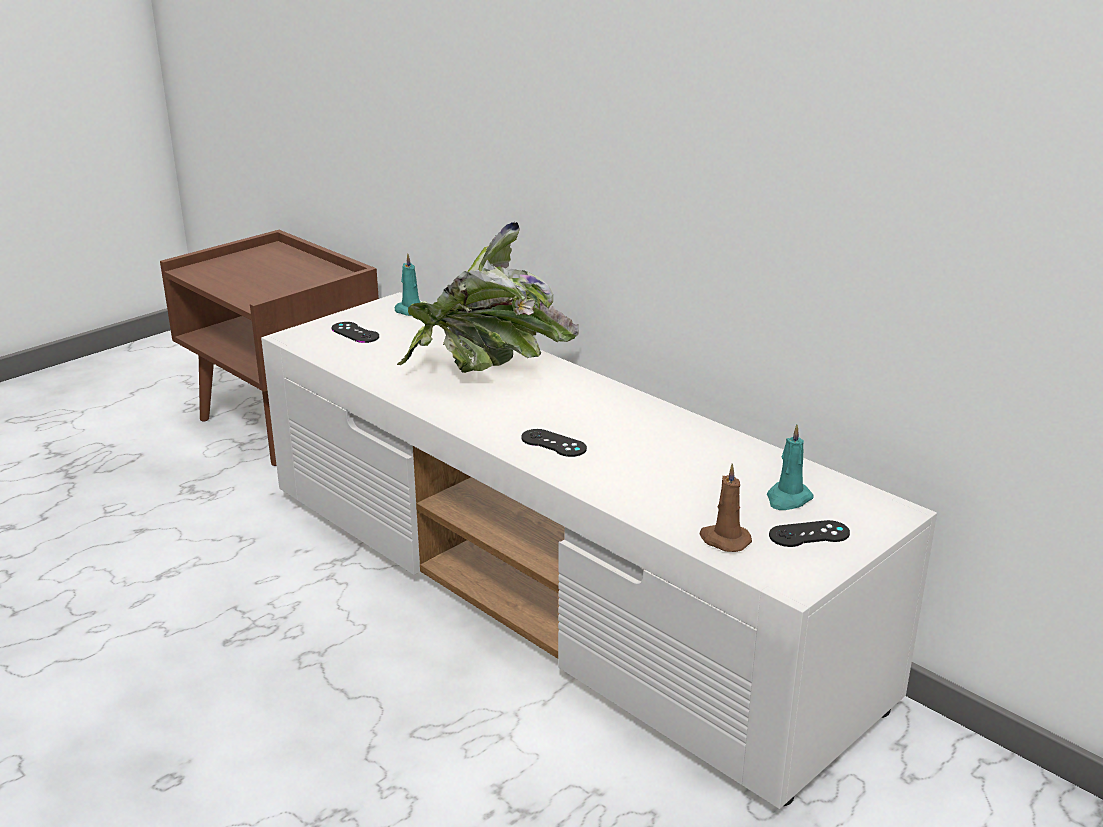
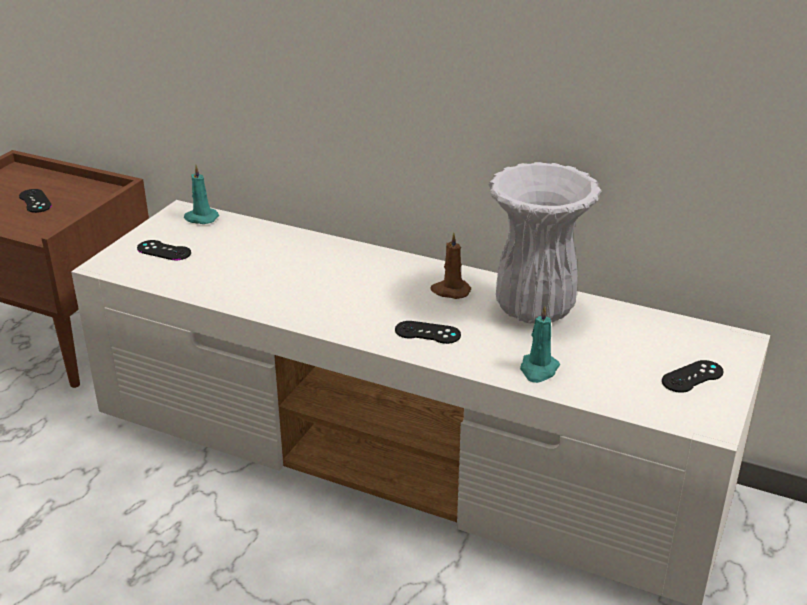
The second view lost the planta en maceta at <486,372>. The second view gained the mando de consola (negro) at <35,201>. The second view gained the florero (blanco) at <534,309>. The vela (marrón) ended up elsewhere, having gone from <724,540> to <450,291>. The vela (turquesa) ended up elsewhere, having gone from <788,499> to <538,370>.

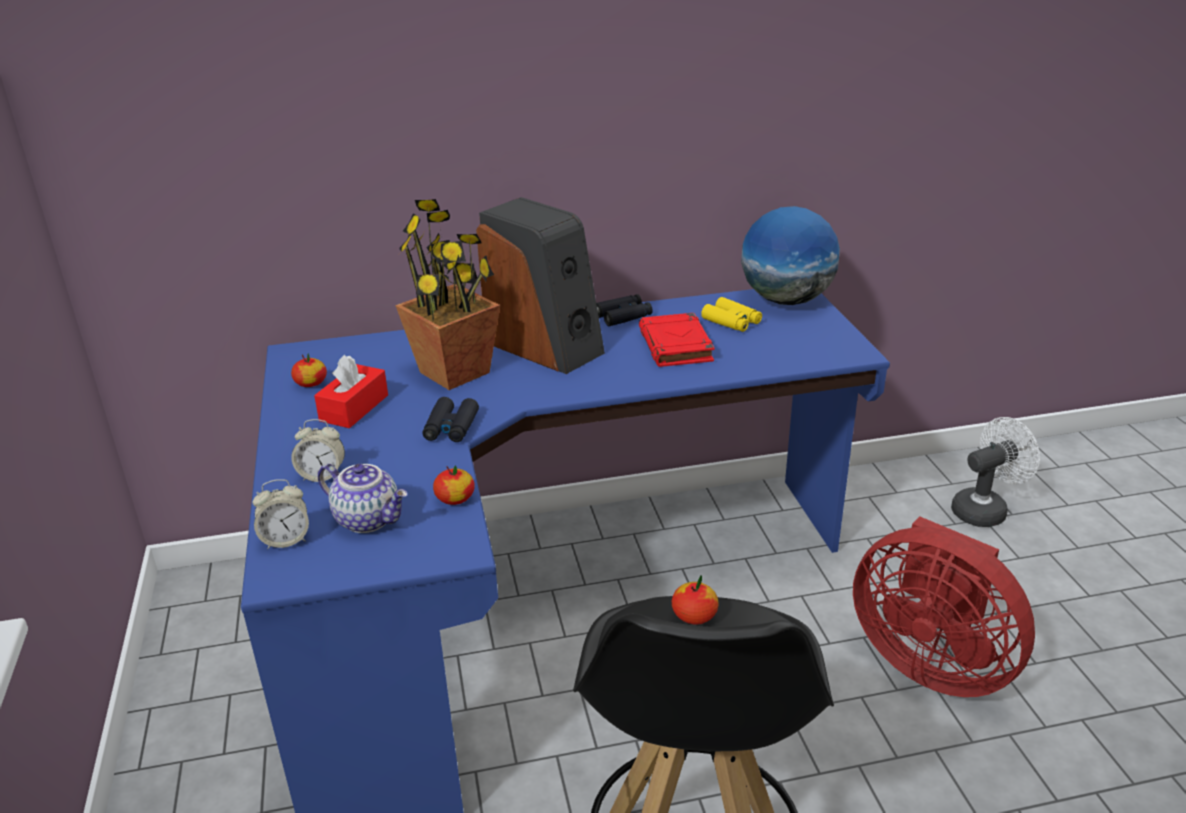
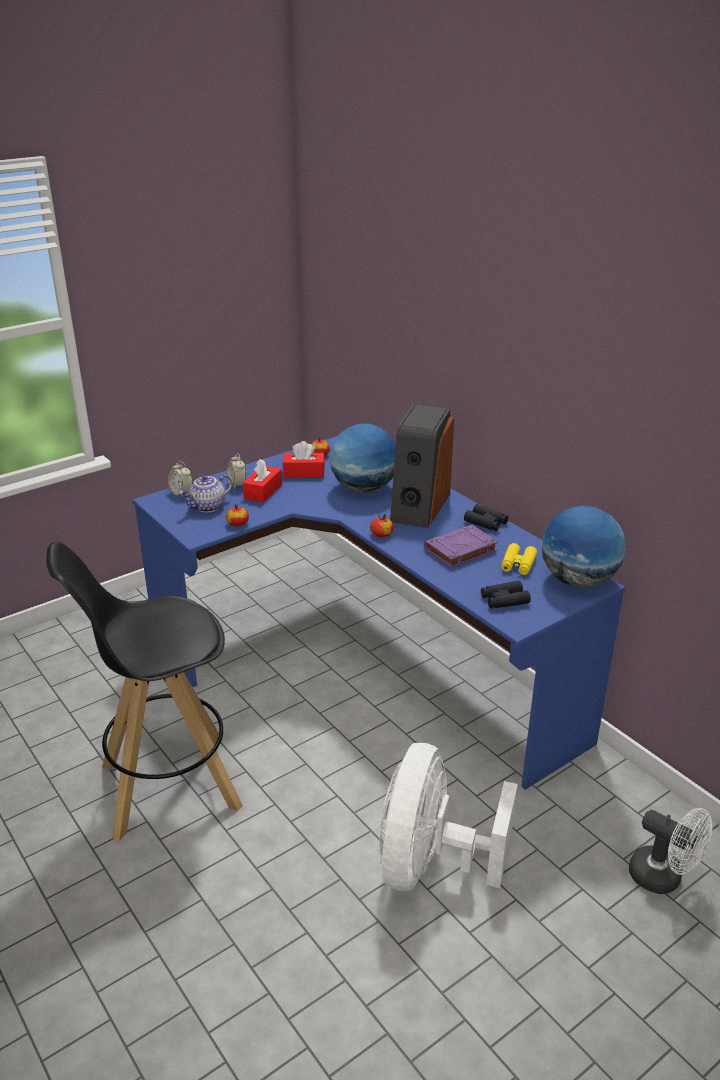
The second view gained the caja de pañuelos (rojo) at <263,491>. The prismáticos (negro) ended up elsewhere, having gone from <451,427> to <504,600>. The manzana ended up elsewhere, having gone from <694,616> to <381,534>. Where the planta en maceta stood at <455,372>, the globo terráqueo came to stand at <363,488>. What was the libro (rojo) at <676,346> turned into the libro (morado) at <460,550>. What was the ventilador (rojo) at <931,662> turned into the ventilador (blanco) at <430,864>. The tetera at <369,519> ended up facing another way, 45 degrees clockwise from before.

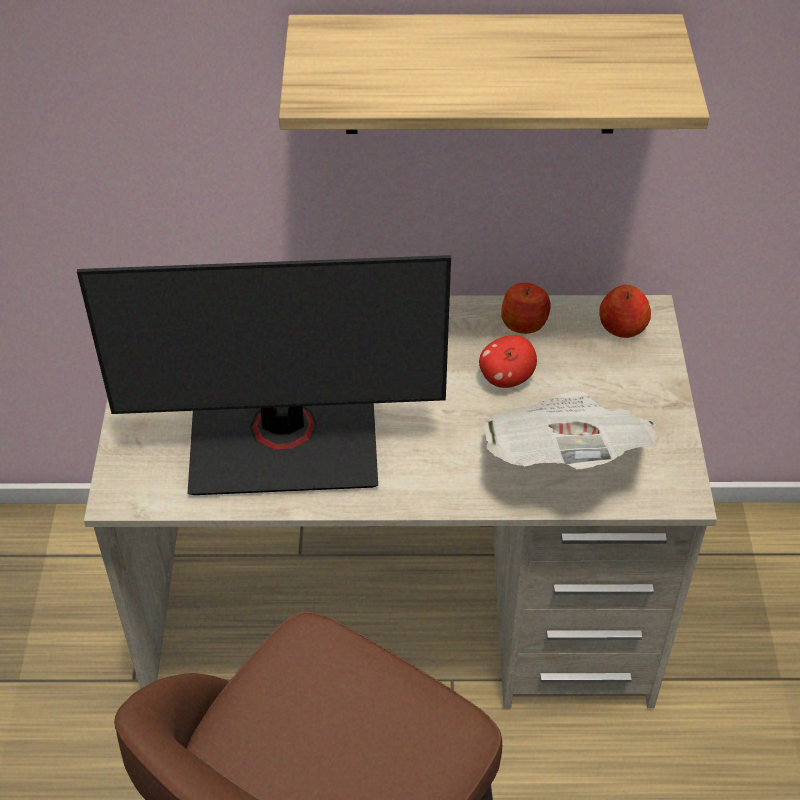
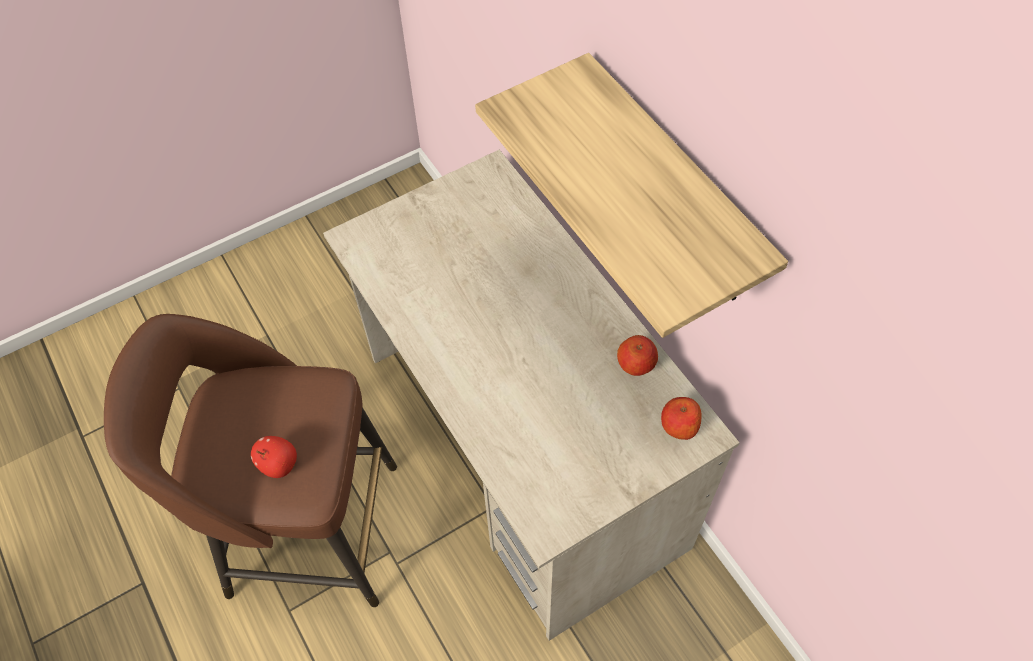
The second view lost the monitor at <284,442>. The second view lost the periódico at <563,458>. The manzana ended up elsewhere, having gone from <506,378> to <279,464>.

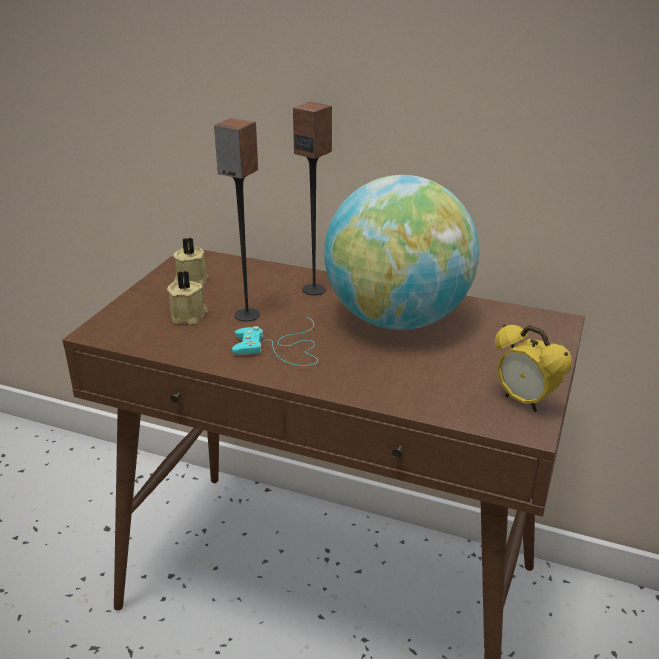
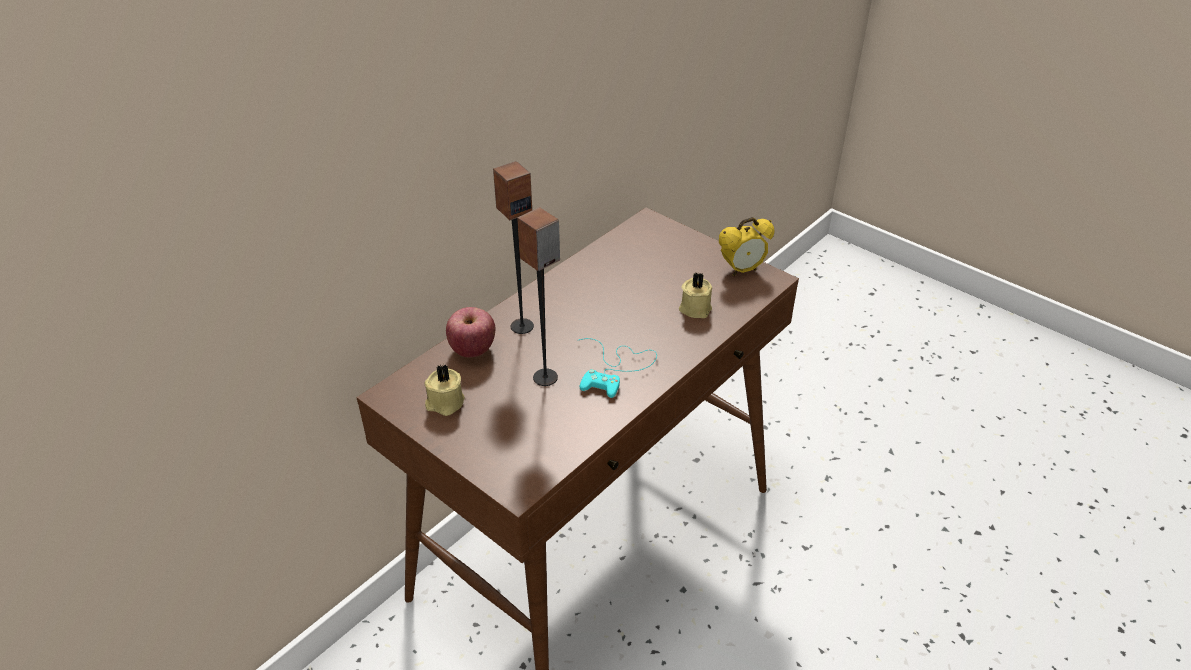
The second view lost the globo terráqueo at <397,319>. The second view gained the manzana at <473,350>. The vela (beis) ended up elsewhere, having gone from <189,315> to <695,308>.

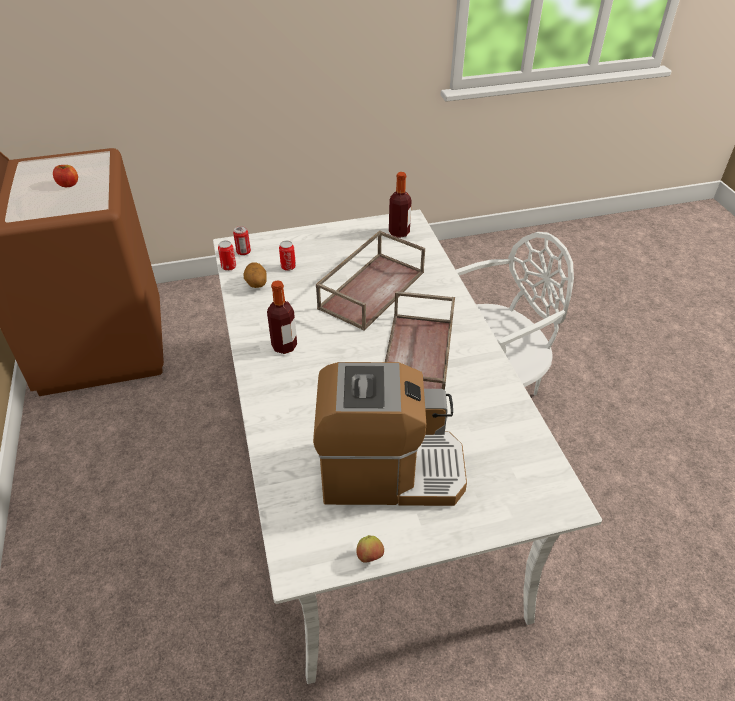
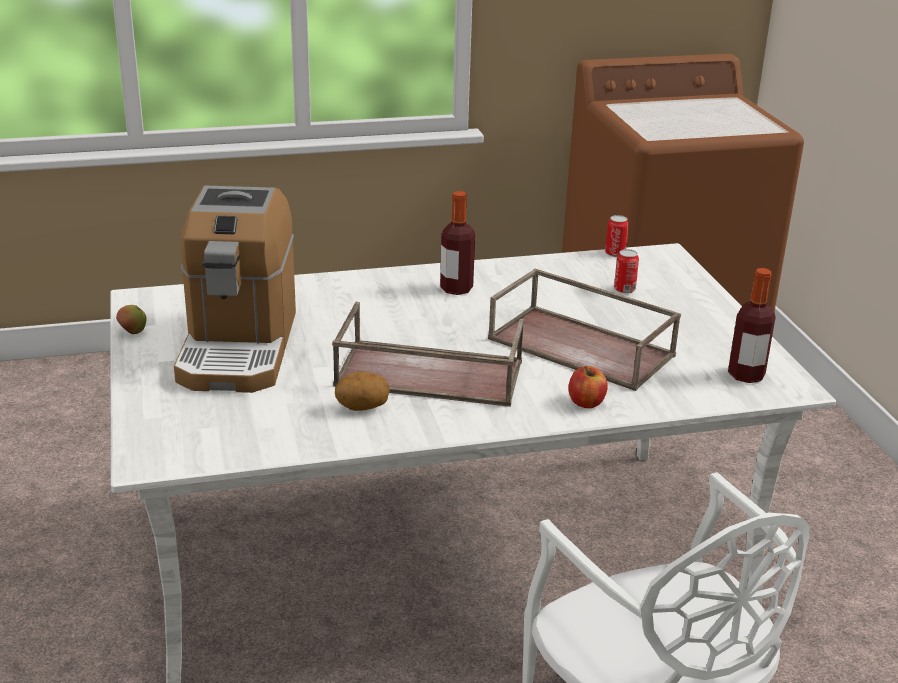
The second view lost the lata at <243,252>. The manzana ended up elsewhere, having gone from <68,184> to <586,402>. The patata ended up elsewhere, having gone from <256,284> to <362,407>.

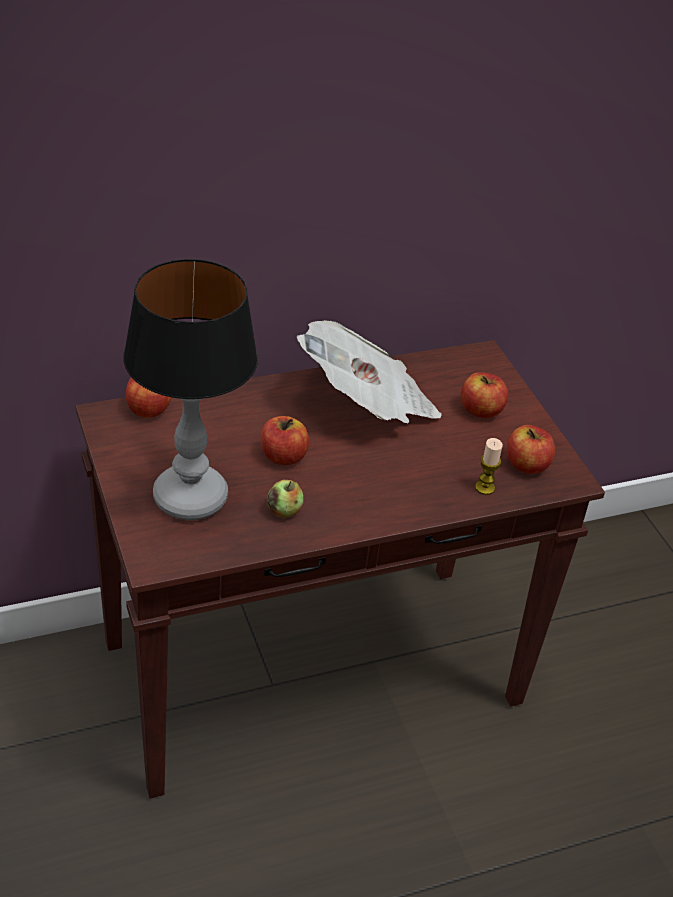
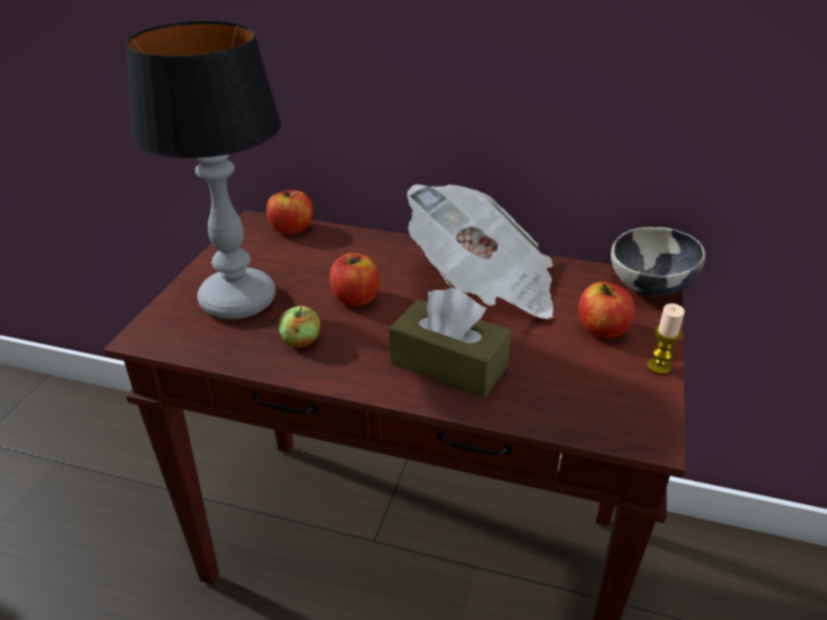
The second view lost the manzana at <527,465>. The second view gained the caja de pañuelos (marrón) at <448,365>. The second view gained the cuenco at <650,288>. The vela ended up elsewhere, having gone from <484,488> to <659,366>.

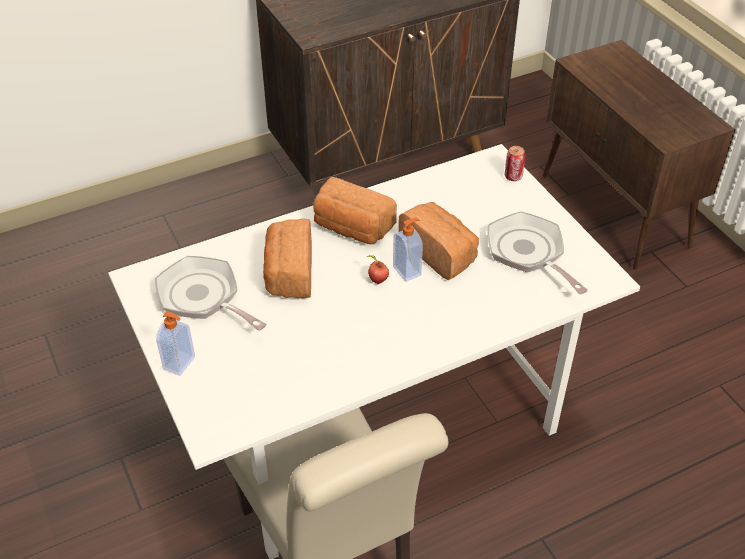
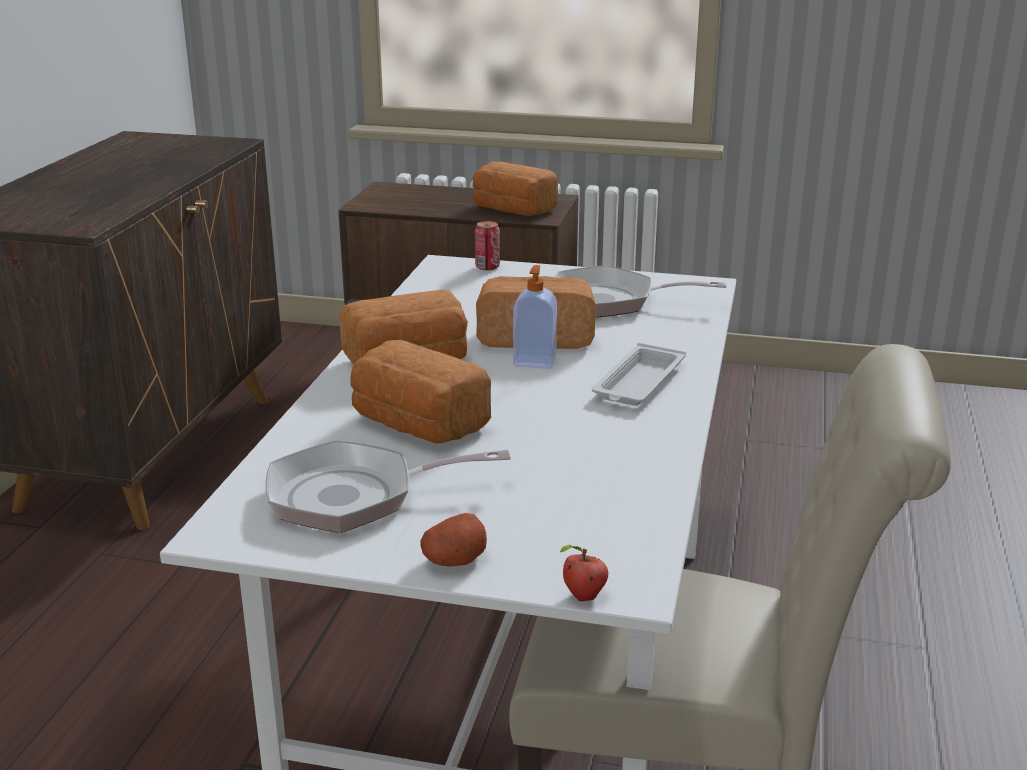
The second view gained the pan at <511,210>. The second view gained the bandeja (blanco) at <638,383>. The manzana ended up elsewhere, having gone from <377,280> to <583,597>. Where the dispensador de jabón stood at <180,363>, the patata came to stand at <454,560>.

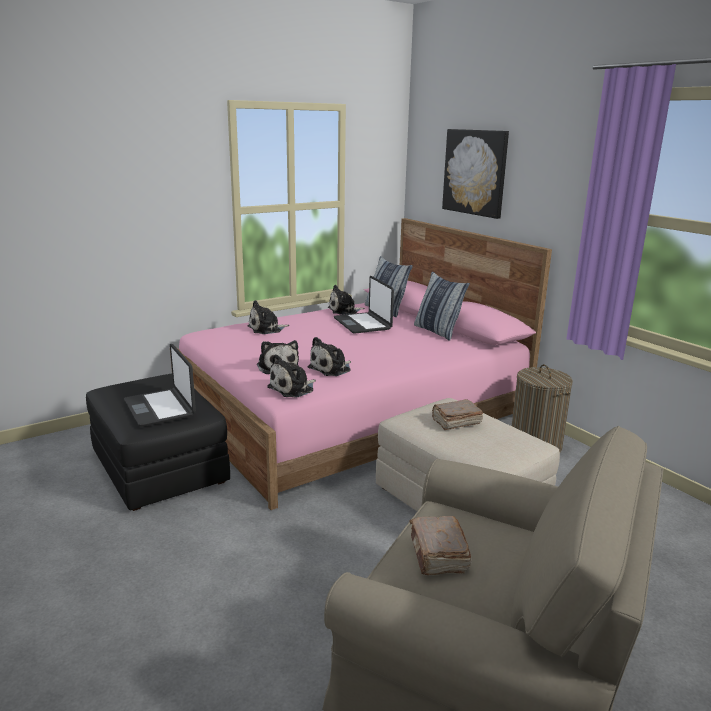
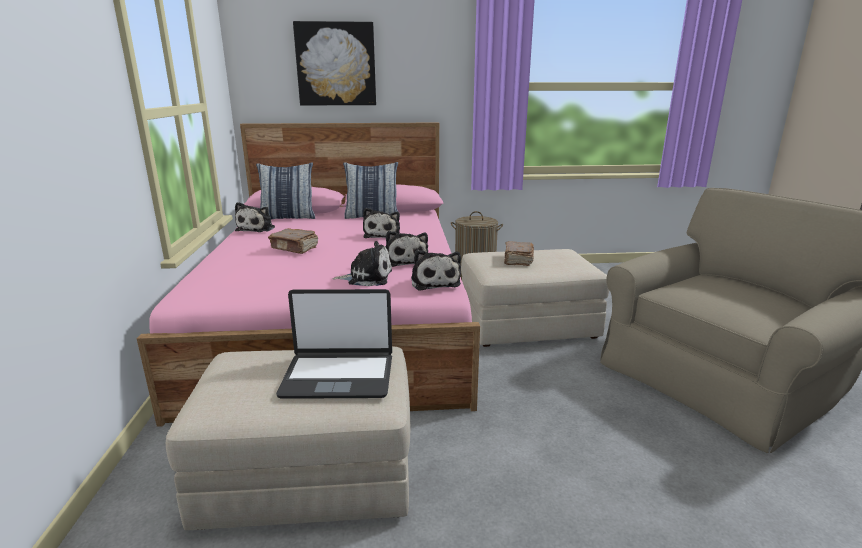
The second view lost the portátil at <363,324>. The peluche ended up elsewhere, having gone from <266,329> to <382,235>. The libro (marrón) ended up elsewhere, having gone from <438,555> to <295,248>. What was the puf (negro) at <160,467> turned into the puf (beis) at <310,472>.

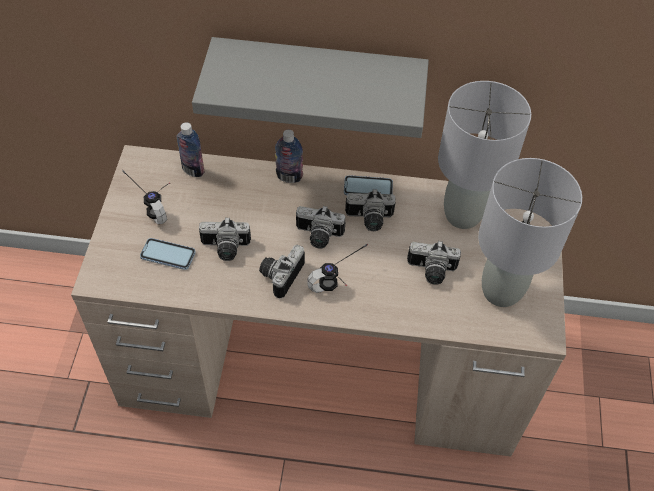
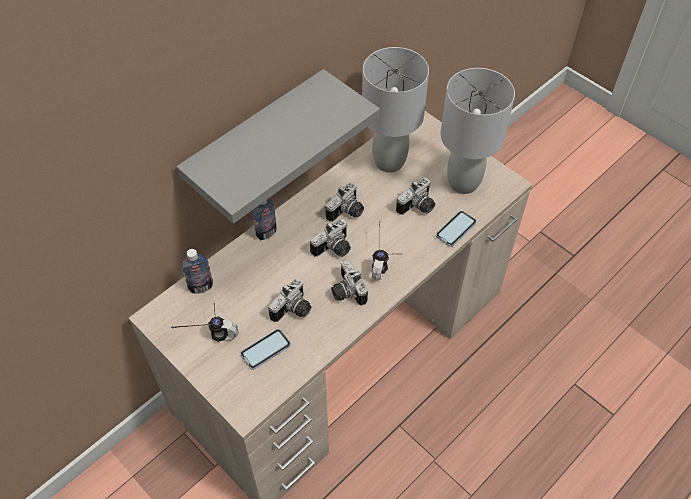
The móvil ended up elsewhere, having gone from <368,188> to <456,229>.

